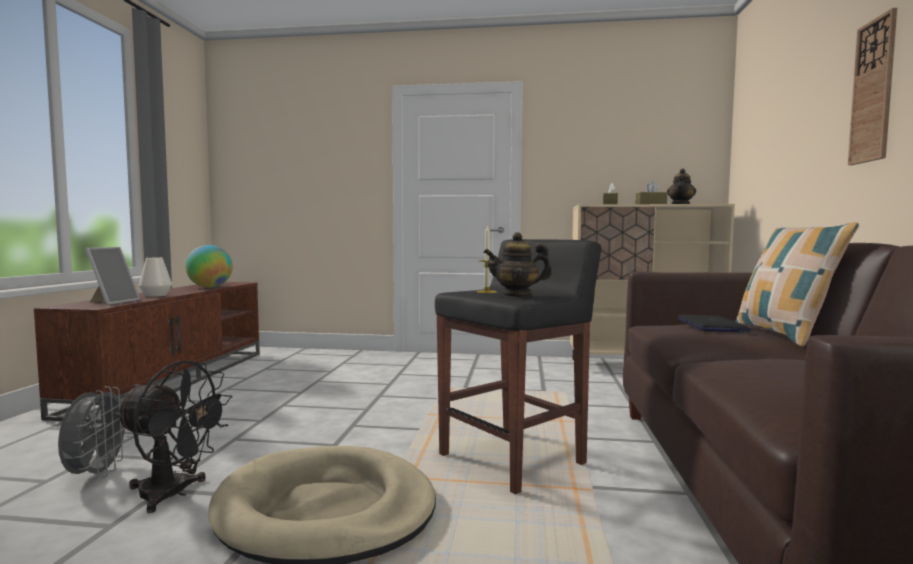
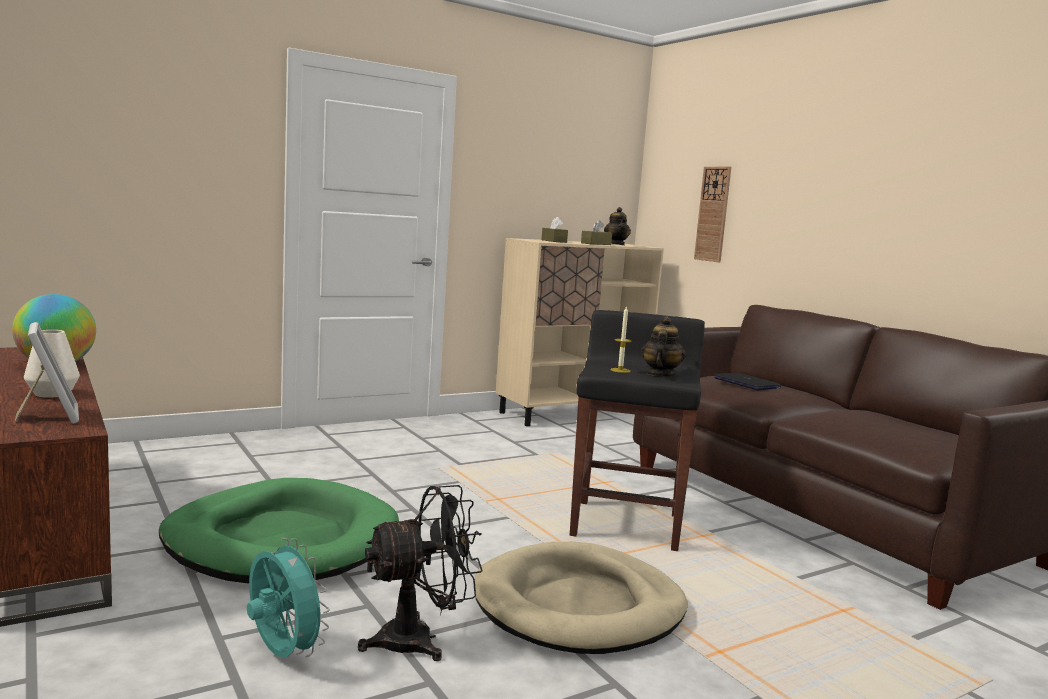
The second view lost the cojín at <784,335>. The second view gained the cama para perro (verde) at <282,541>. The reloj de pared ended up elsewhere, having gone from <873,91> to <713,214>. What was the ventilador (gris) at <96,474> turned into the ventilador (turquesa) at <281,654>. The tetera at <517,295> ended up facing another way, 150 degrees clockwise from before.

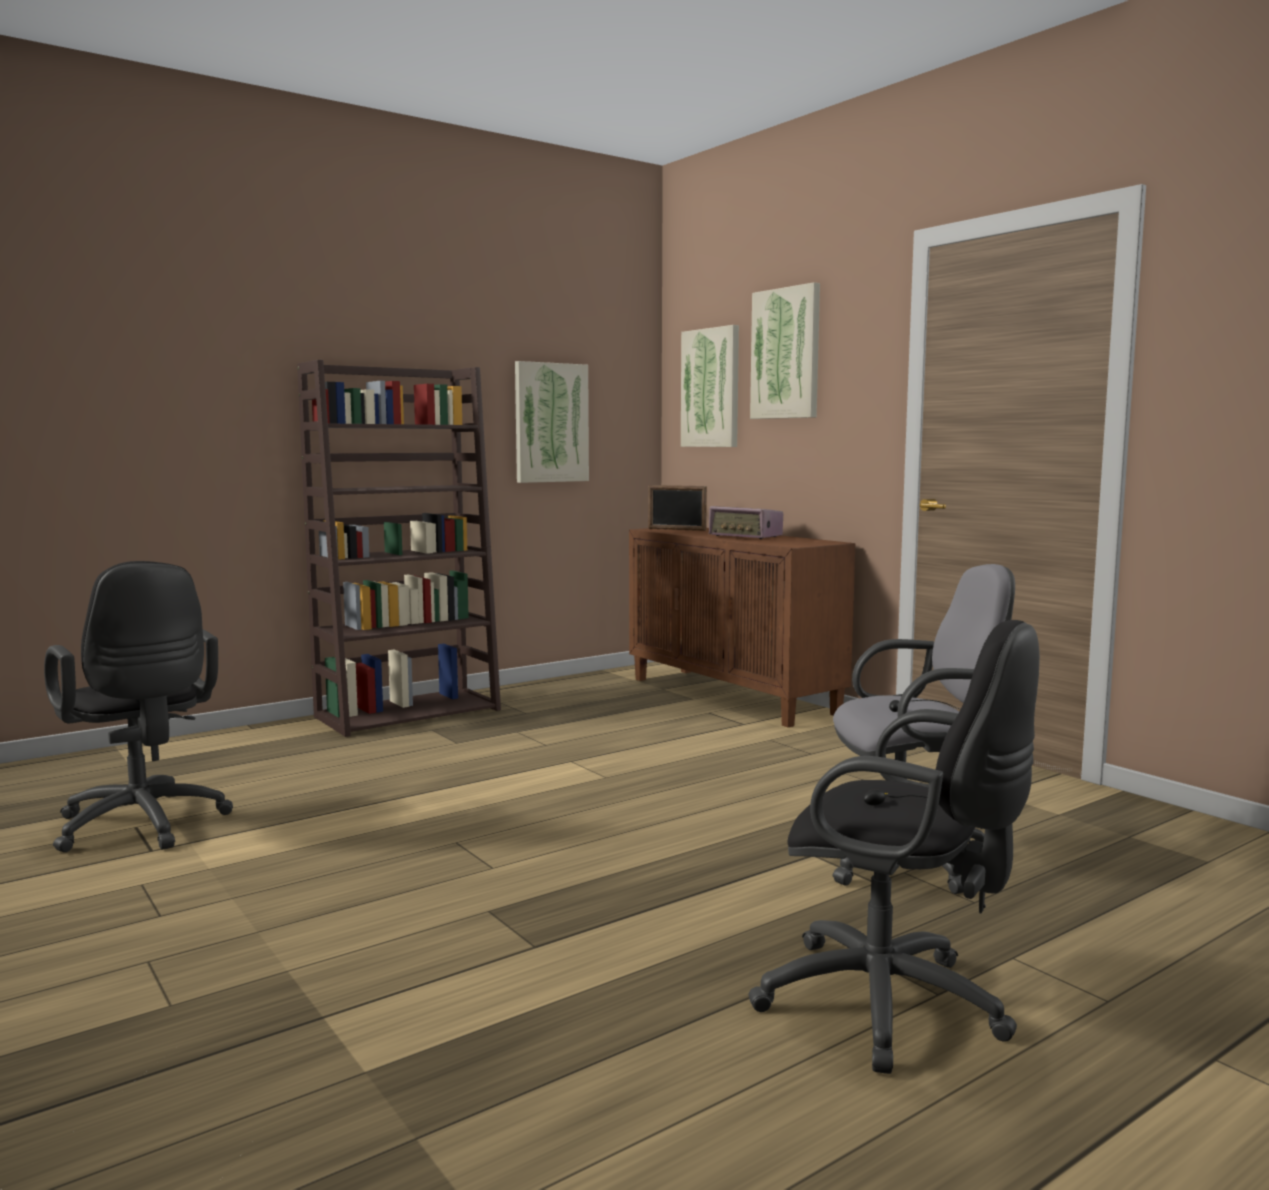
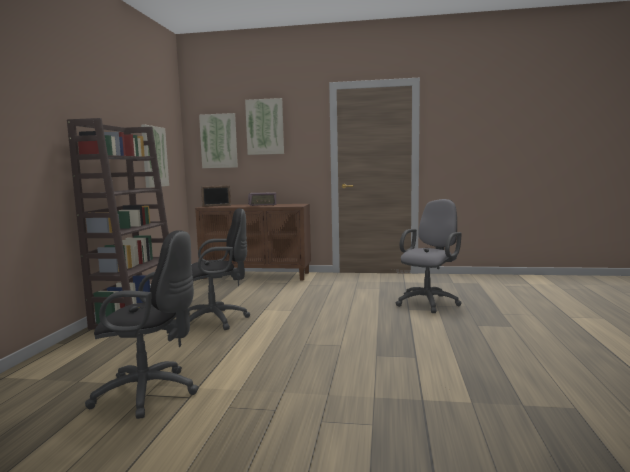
The silla de oficina (negro) ended up elsewhere, having gone from <894,1007> to <218,320>.

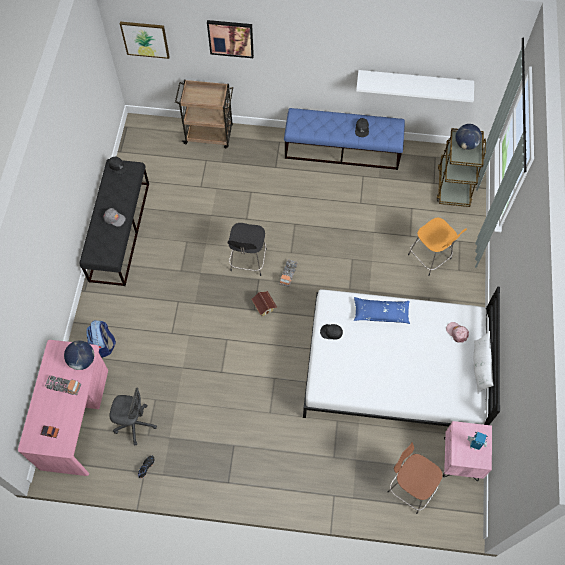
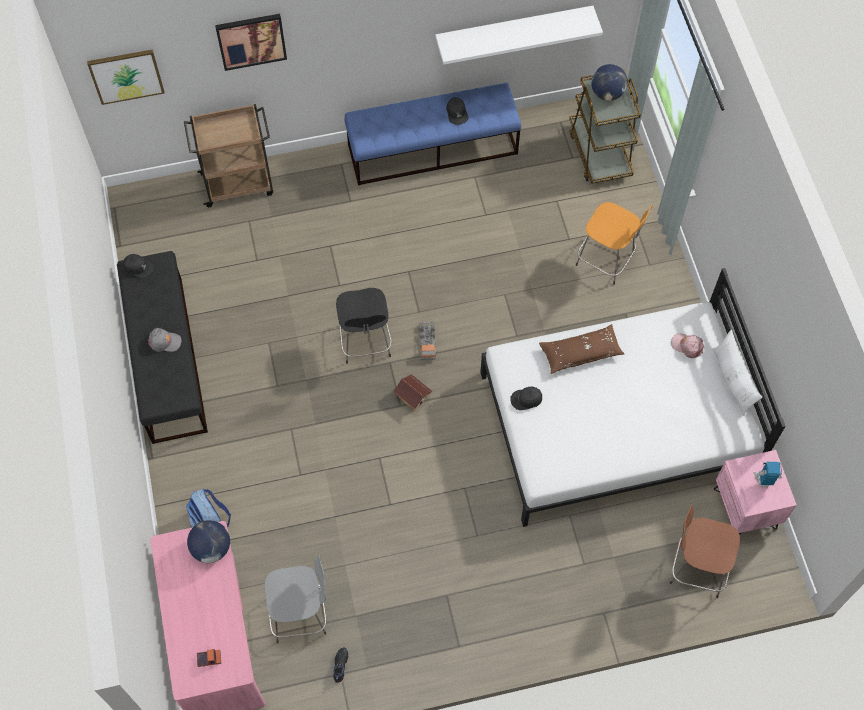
The second view lost the camión de juguete at <63,386>. Where the silla de oficina (gris) stood at <135,424>, the taburete (gris) came to stand at <301,614>. What was the cojín (azul) at <381,313> turned into the cojín (marrón) at <580,352>.

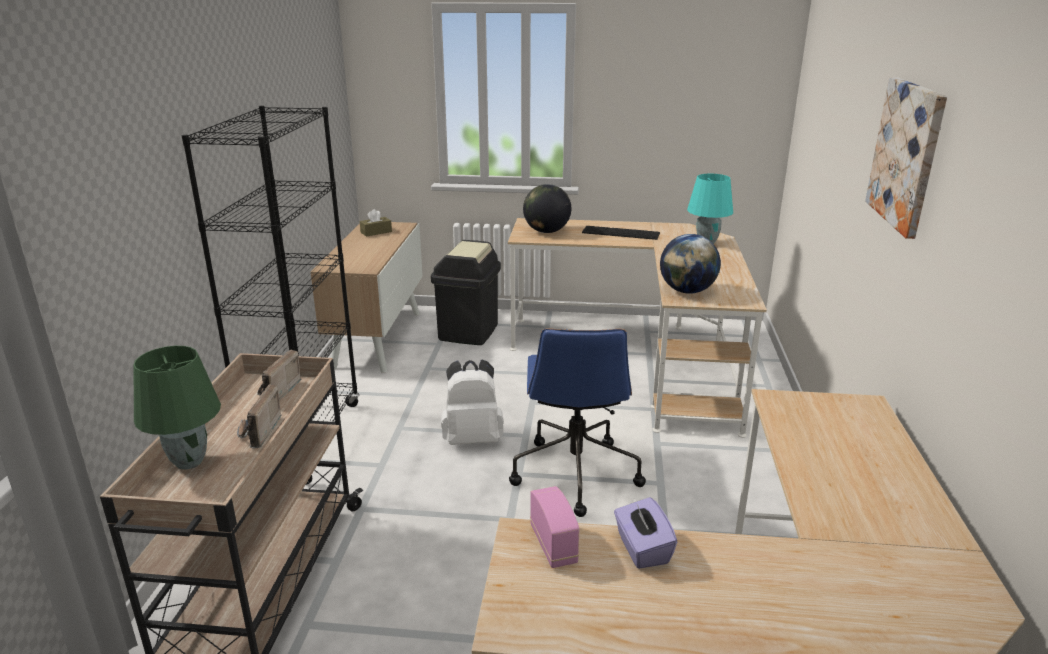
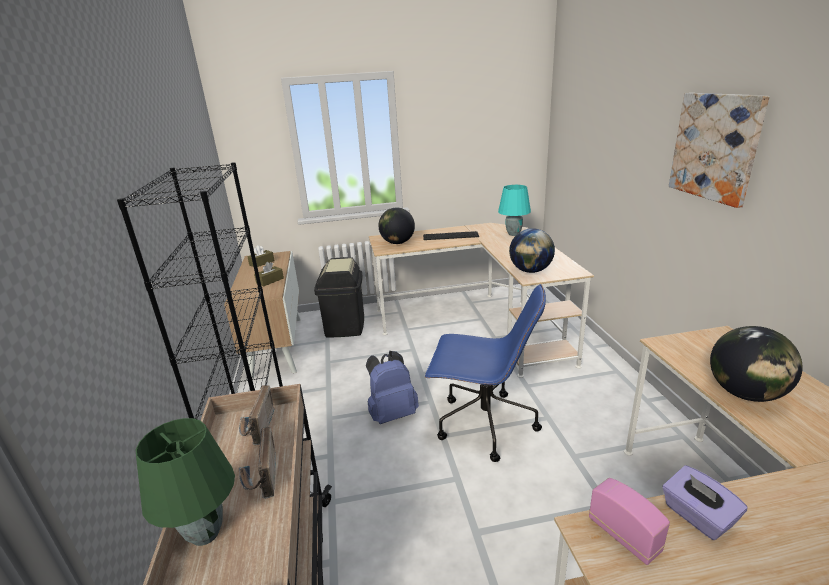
The second view gained the caja de pañuelos (marrón) at <270,281>. The second view gained the globo terráqueo at <745,393>. What was the mochila (blanco) at <472,438> turned into the mochila (azul) at <392,413>. The silla de oficina (azul) at <575,472> ended up facing another way, 60 degrees counterclockwise from before.

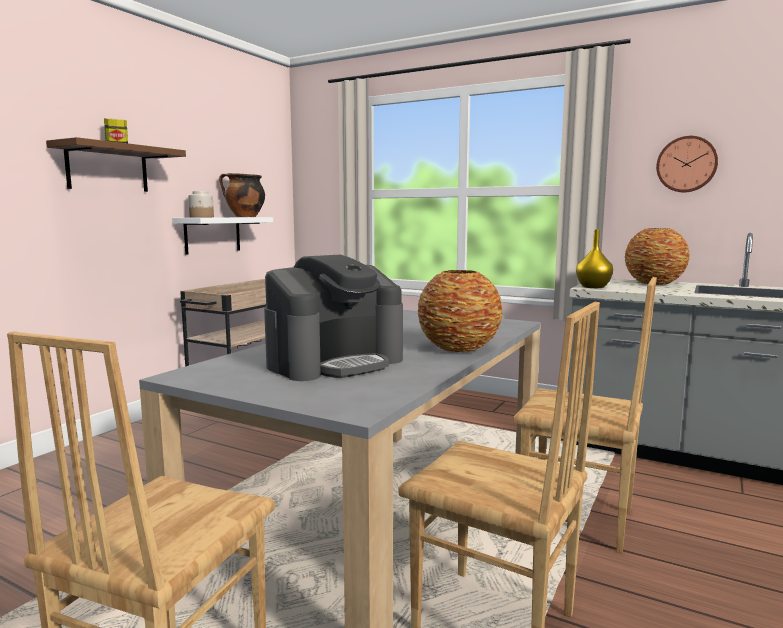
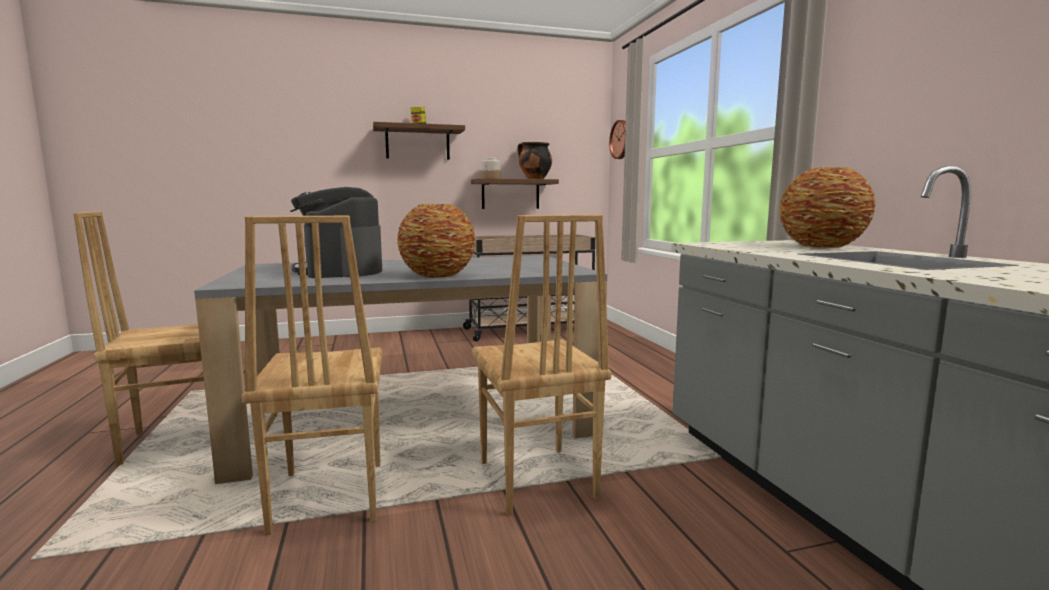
The second view lost the florero (amarillo) at <593,287>. The reloj de pared ended up elsewhere, having gone from <686,164> to <621,139>. What was the estante (blanco) at <212,235> turned into the estante (marrón) at <510,194>. The cafetera at <335,362> ended up facing another way, 60 degrees clockwise from before.

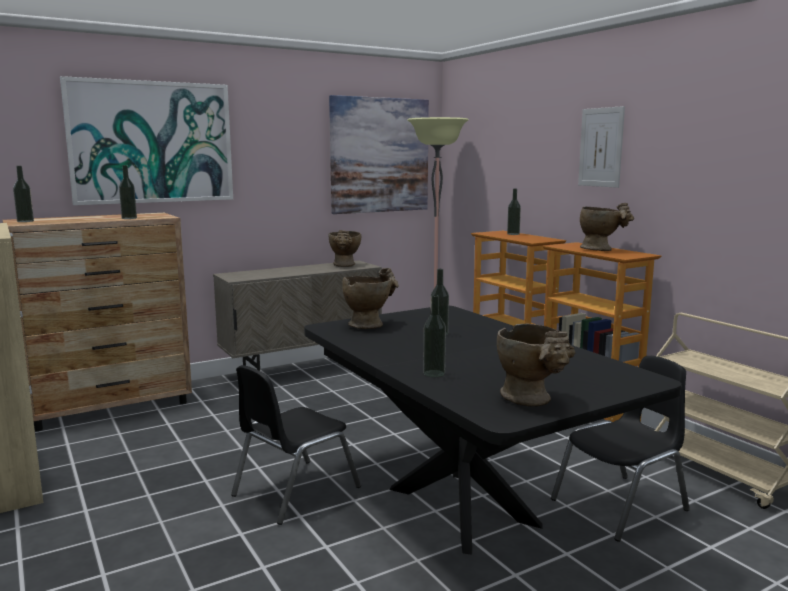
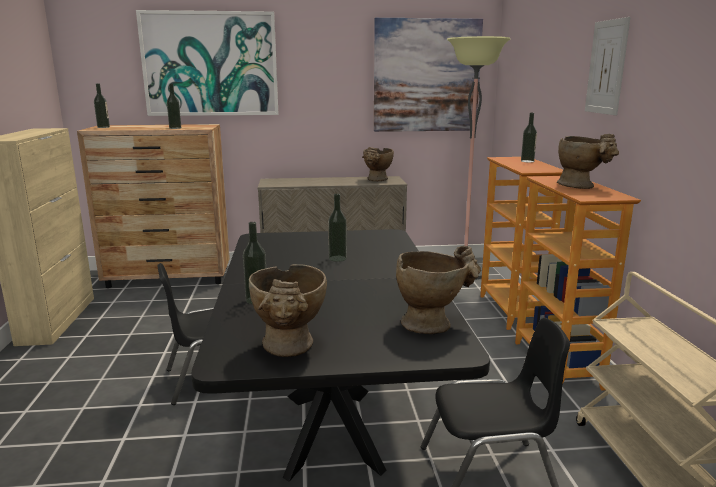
The florero (beis) ended up elsewhere, having gone from <370,325> to <433,323>.

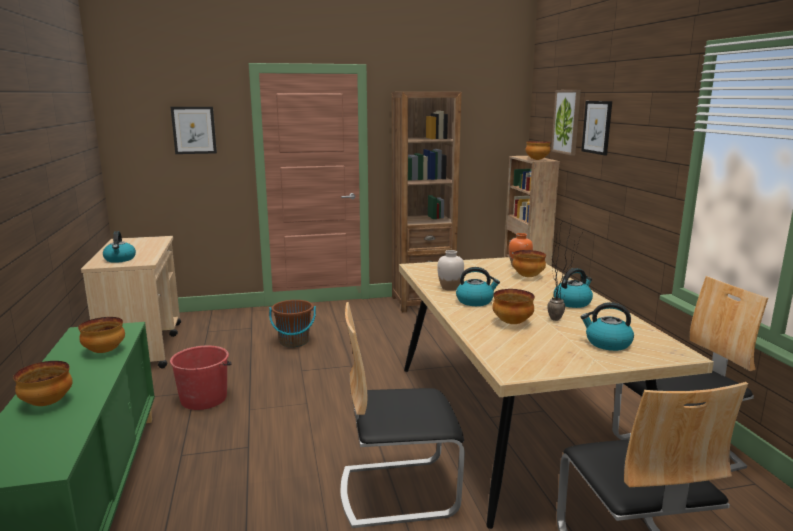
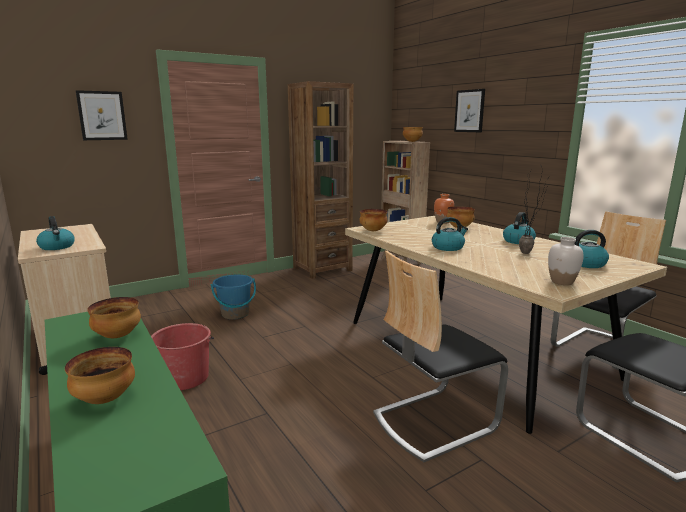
The second view lost the cuadro at <566,122>. The florero (blanco) ended up elsewhere, having gone from <450,288> to <561,282>. The cuenco ended up elsewhere, having gone from <512,323> to <373,231>. What was the cubo (marrón) at <294,342> turned into the cubo (azul) at <235,314>.

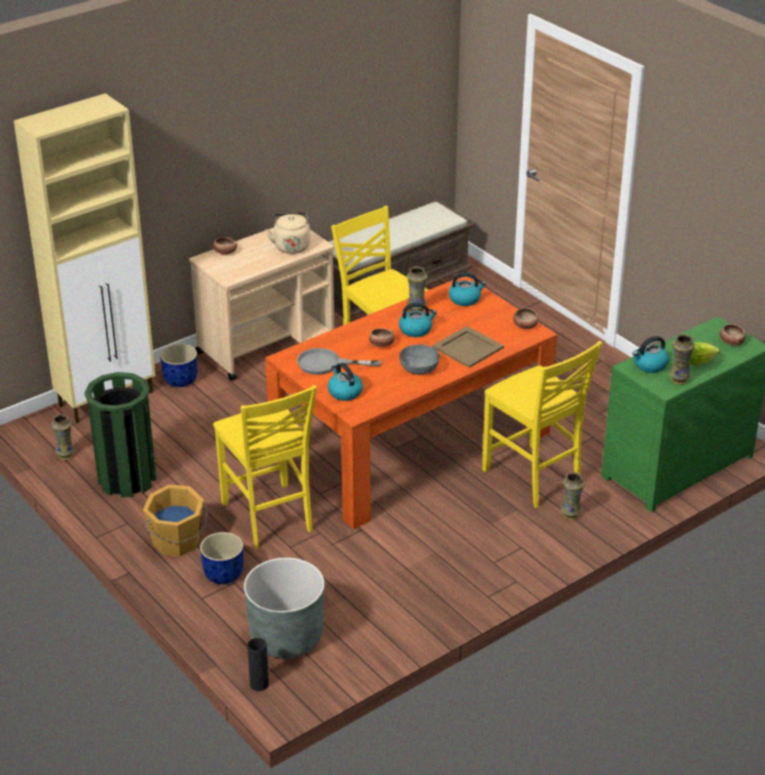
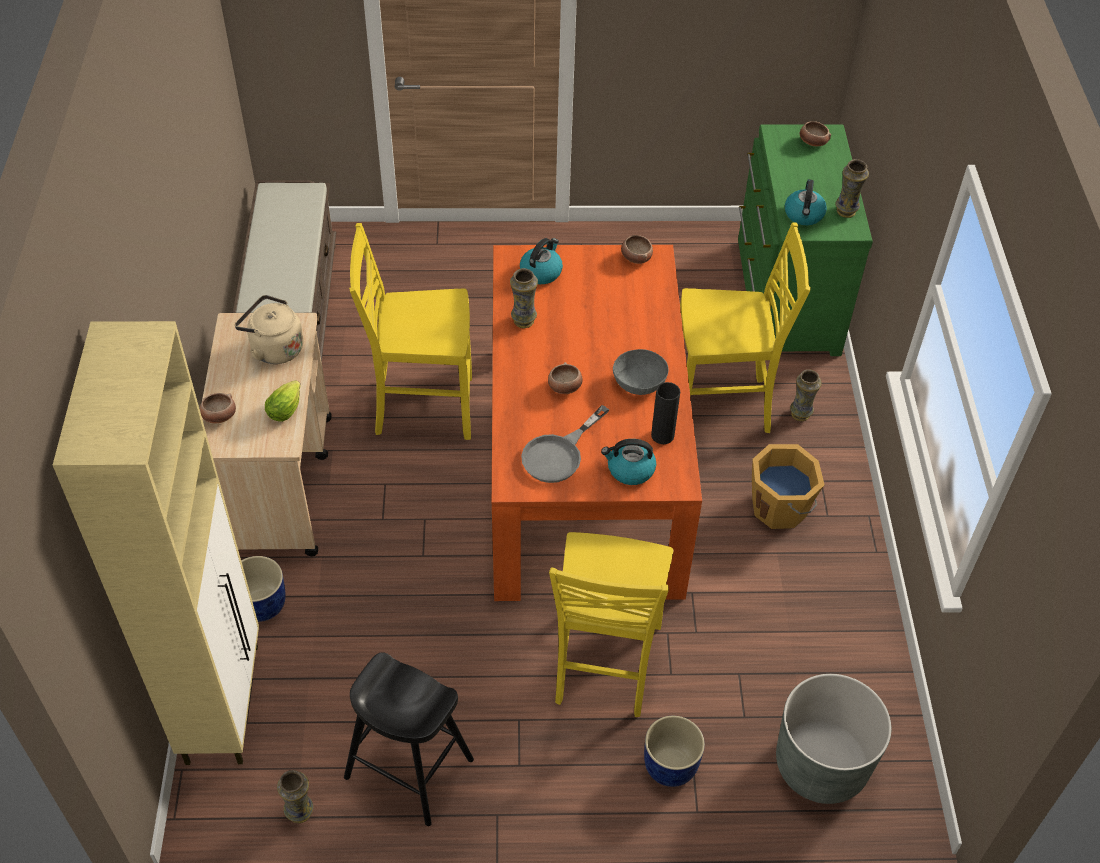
The second view lost the hervidor at <416,330>. The second view lost the bandeja (beis) at <467,347>. The cubo (naranja) ended up elsewhere, having gone from <177,542> to <780,507>. The florero (negro) ended up elsewhere, having gone from <259,684> to <662,435>. The lechuga ended up elsewhere, having gone from <700,361> to <286,408>. Where the papelera (verde) stood at <127,479>, the taburete (negro) came to stand at <409,768>. The silla (amarillo) at <269,518> ended up facing another way, 90 degrees clockwise from before.

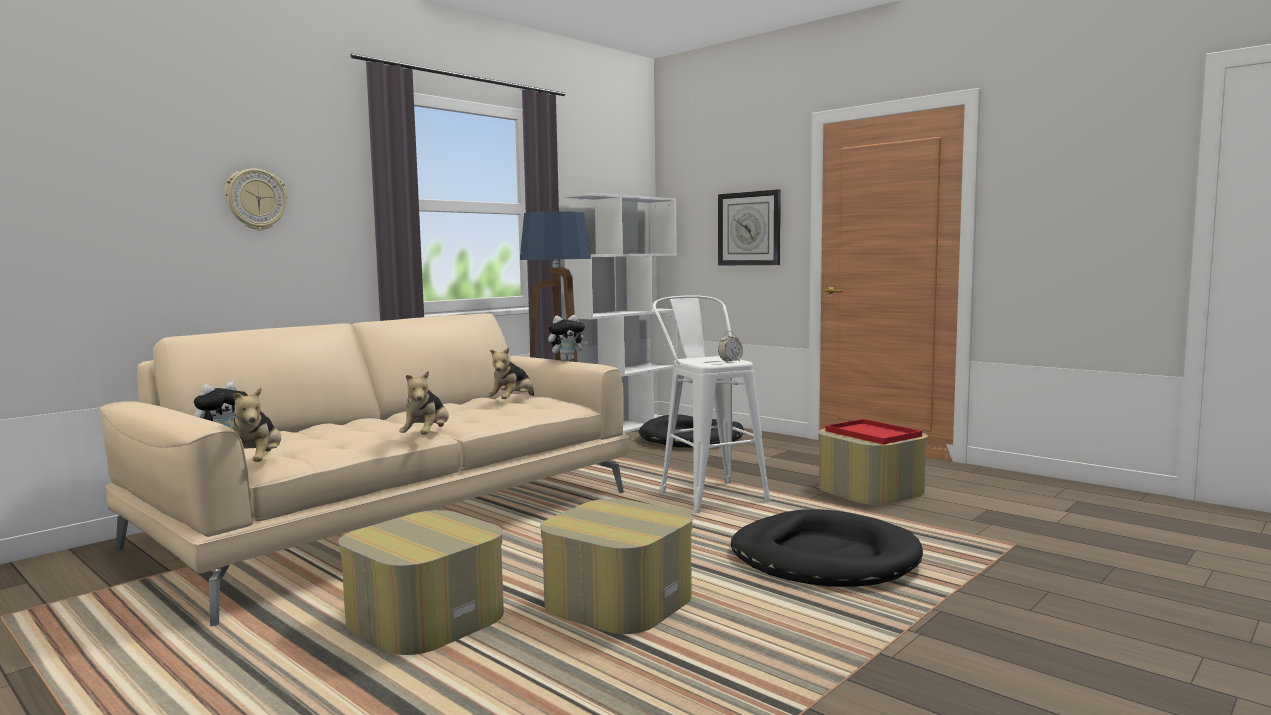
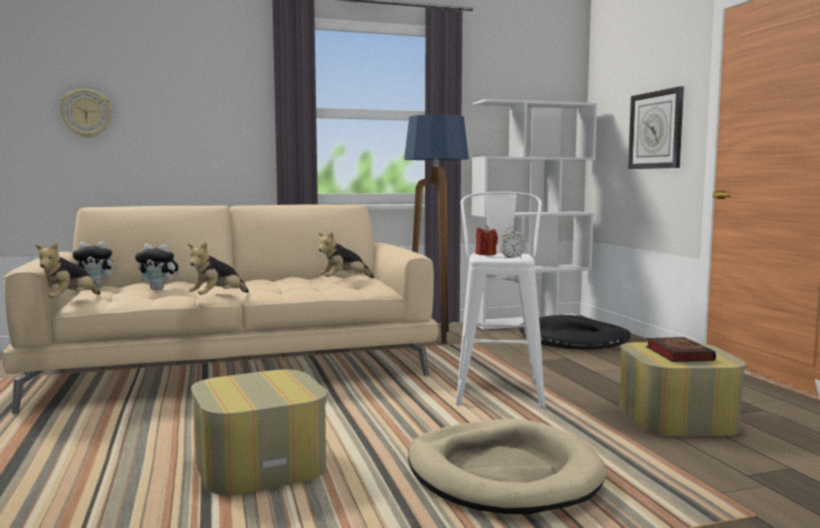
The second view lost the puf at <426,618>. The second view gained the vela (rojo) at <486,254>. The reloj de pared ended up elsewhere, having gone from <256,199> to <86,113>. The peluche ended up elsewhere, having gone from <567,360> to <159,289>. Where the bandeja (rojo) stood at <870,433>, the libro came to stand at <677,353>. What was the cama para perro (negro) at <824,557> turned into the cama para perro (beis) at <502,473>.

